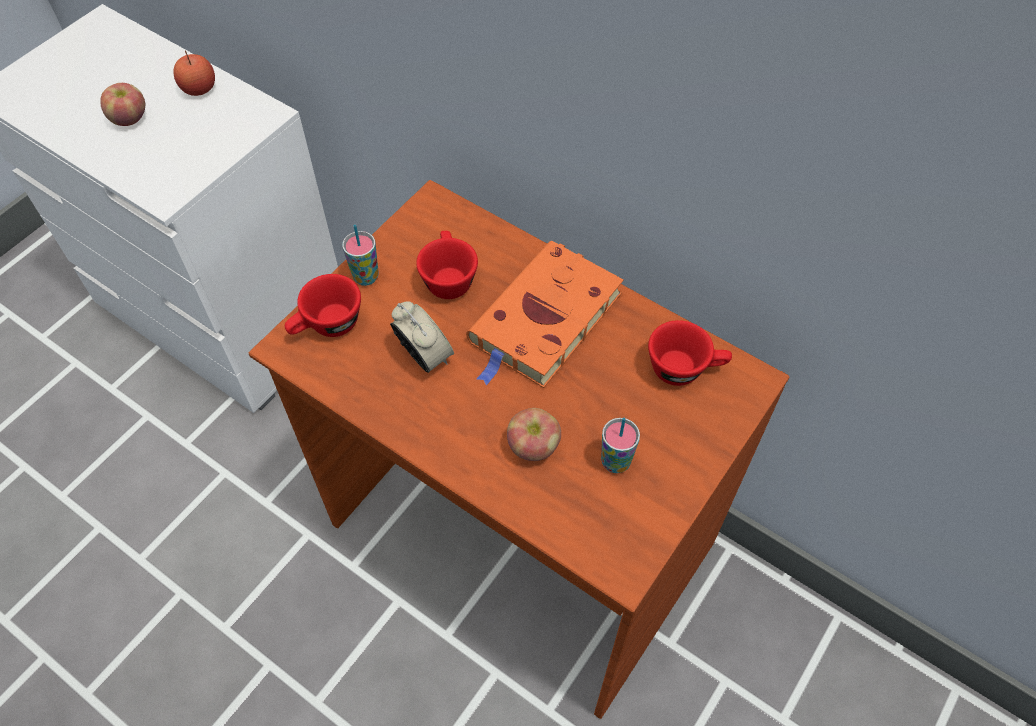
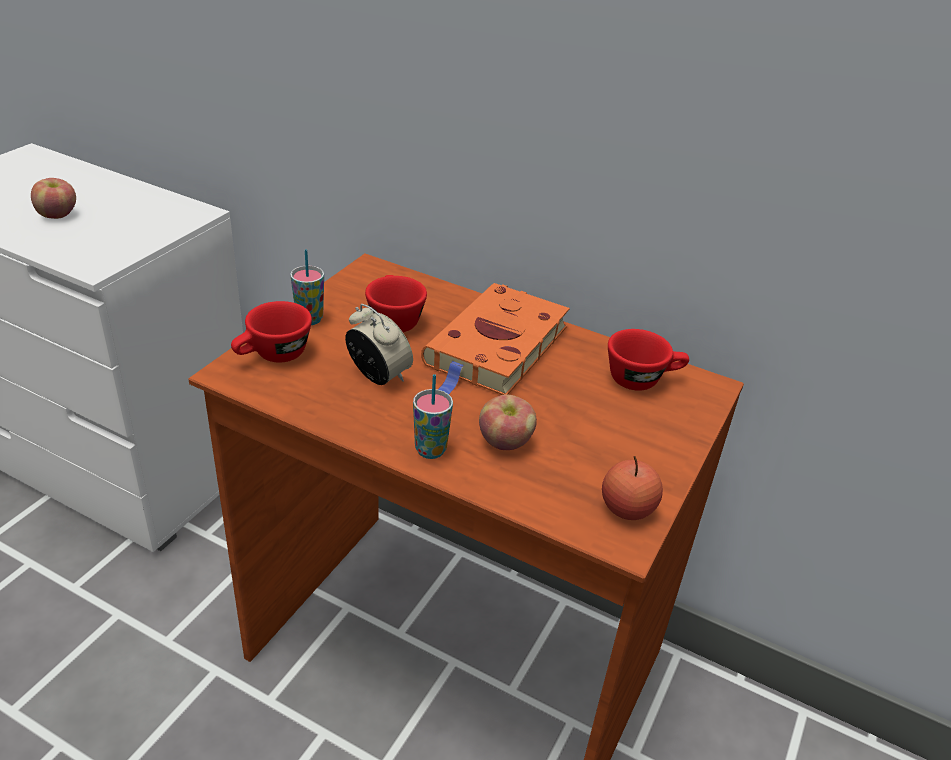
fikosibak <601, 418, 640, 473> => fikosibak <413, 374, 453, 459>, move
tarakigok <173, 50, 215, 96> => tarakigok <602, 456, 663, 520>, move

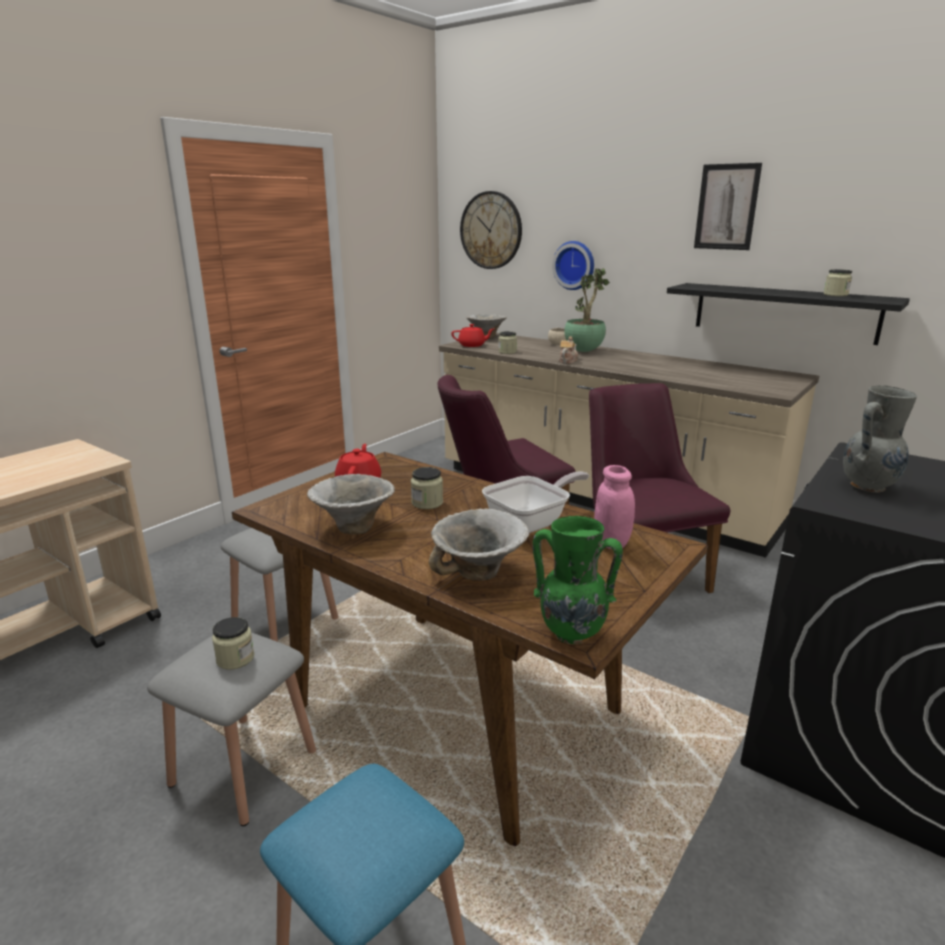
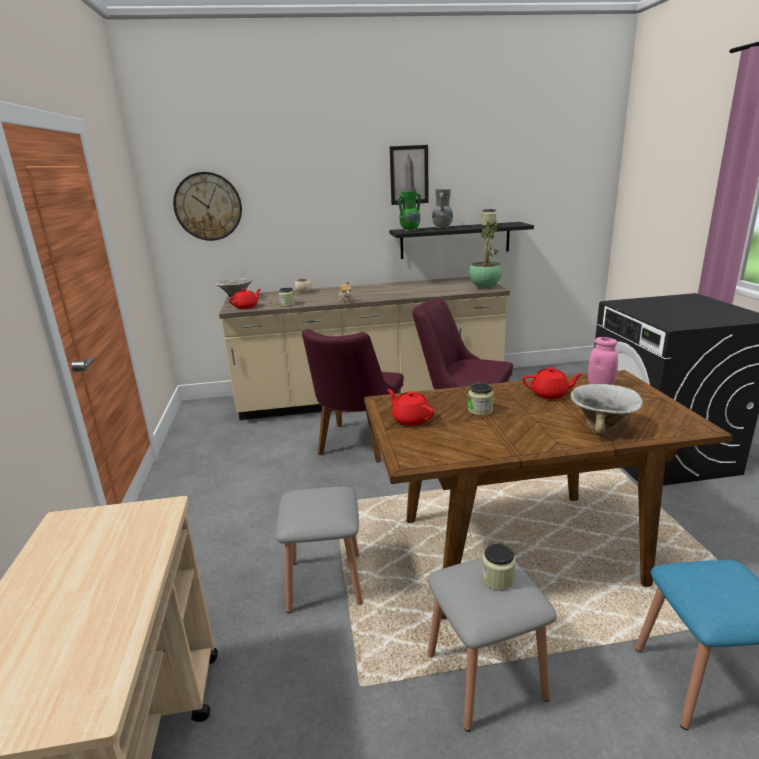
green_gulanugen <533, 516, 623, 644> => green_gulanugen <398, 191, 421, 231>, move
grey_gulanugen <843, 385, 917, 493> => grey_gulanugen <432, 189, 453, 229>, move
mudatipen <564, 268, 610, 352> => mudatipen <469, 220, 502, 288>, move
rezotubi <482, 472, 589, 533> => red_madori <522, 367, 583, 399>
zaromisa <307, 474, 395, 534> => nothing
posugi <552, 241, 594, 290> => nothing

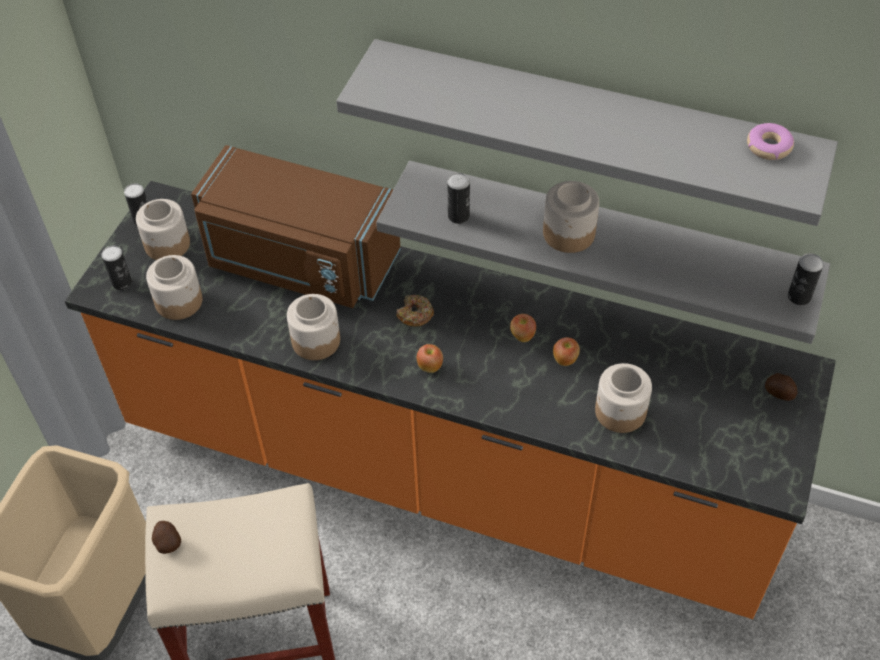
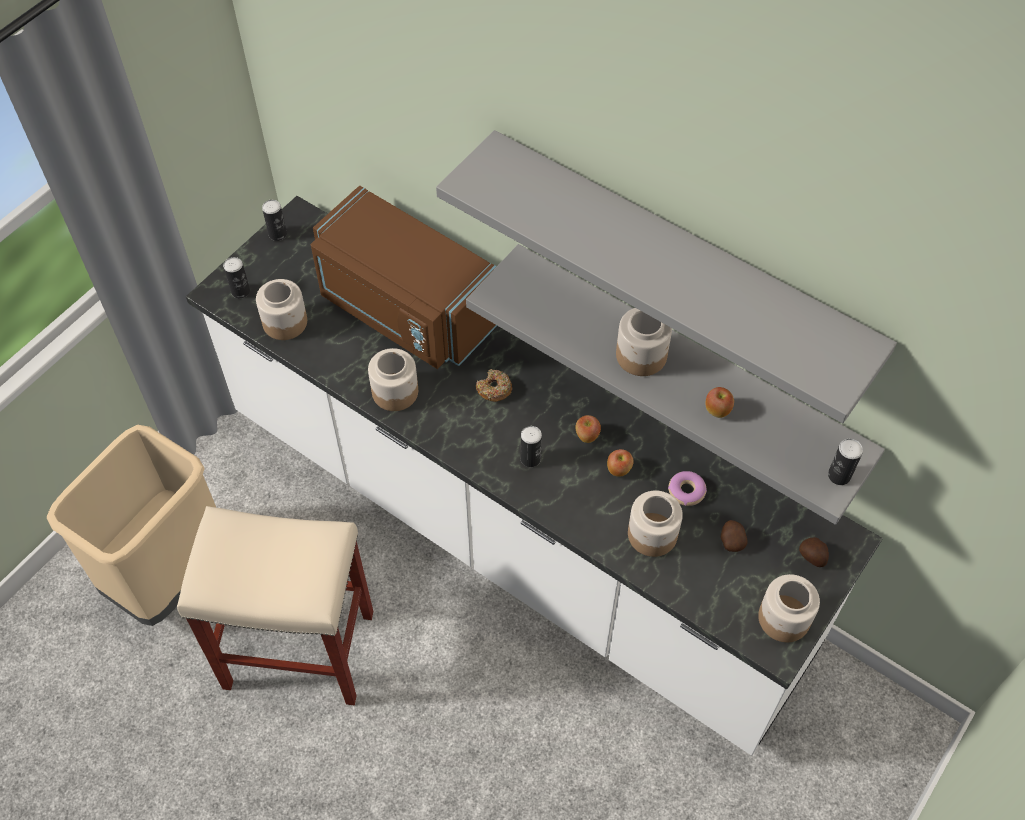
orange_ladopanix <65, 181, 836, 619> => white_ladopanix <186, 196, 882, 756>
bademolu <447, 173, 470, 224> => bademolu <521, 426, 542, 467>, move
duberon <747, 123, 794, 160> => duberon <668, 471, 707, 506>, move
tarakigok <417, 344, 443, 373> => tarakigok <706, 387, 734, 418>, move
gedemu <152, 521, 181, 554> => gedemu <721, 520, 748, 552>, move
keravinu <136, 199, 190, 260> => keravinu <758, 574, 820, 642>, move

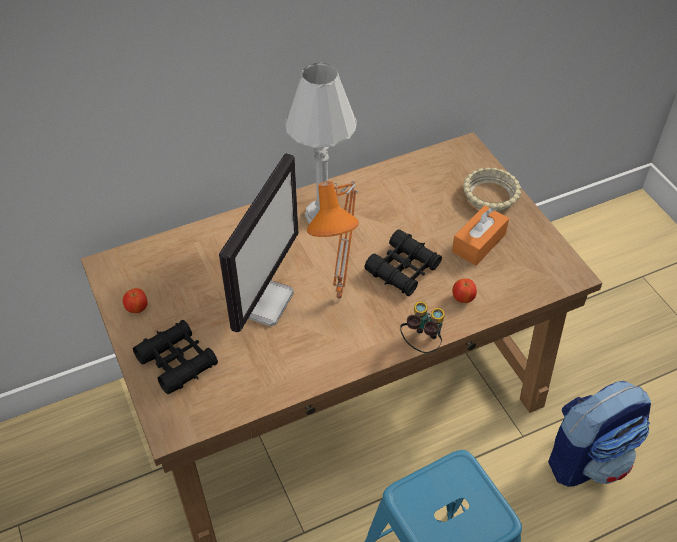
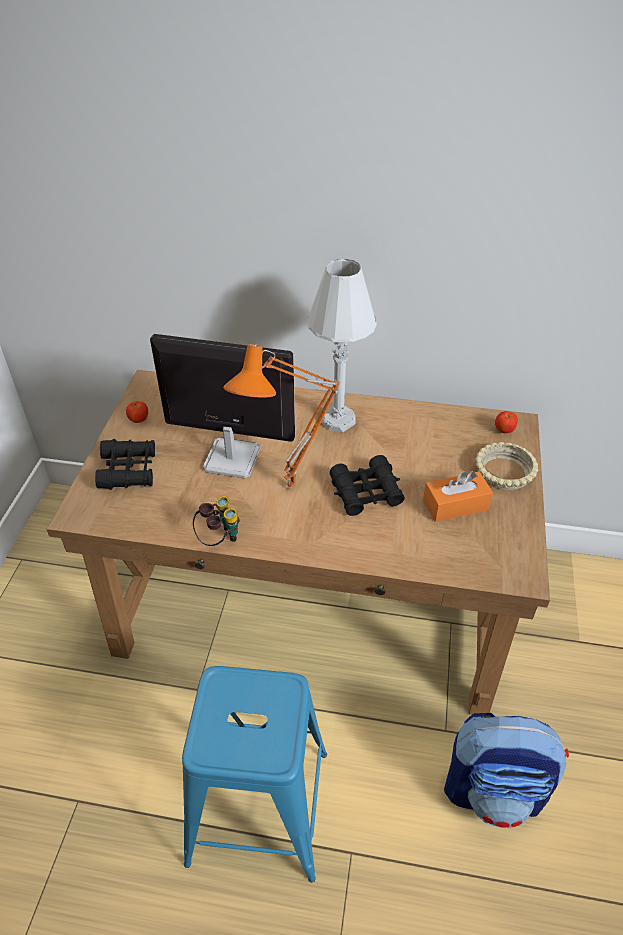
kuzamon <219, 153, 298, 332> => kuzamon <150, 334, 295, 478>, 135 degrees counterclockwise
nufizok <400, 301, 445, 353> => nufizok <193, 496, 240, 546>, move
tarakigok <452, 279, 477, 303> => tarakigok <495, 411, 518, 433>, move

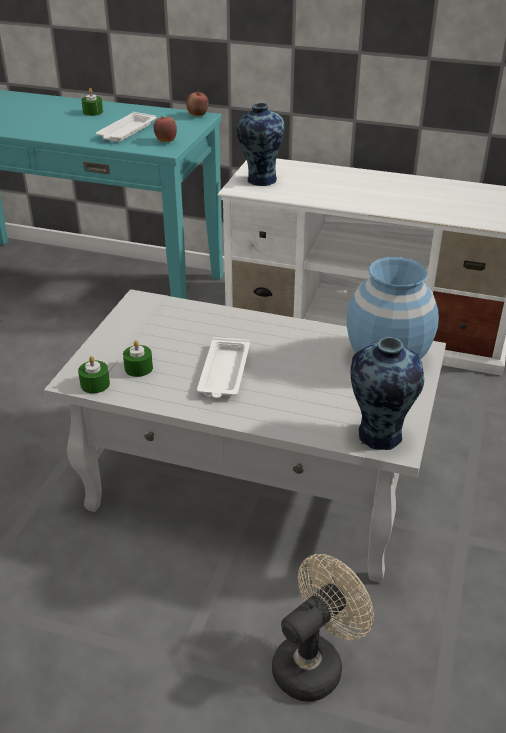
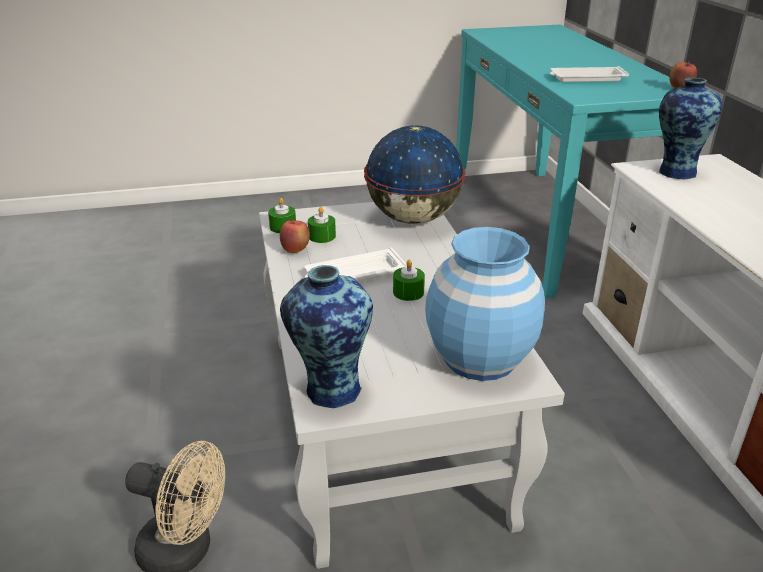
tarakigok <154, 116, 177, 142> => tarakigok <280, 219, 310, 253>, move
nothing => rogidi <364, 126, 466, 224>
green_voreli <81, 88, 103, 116> => green_voreli <393, 260, 425, 301>, move

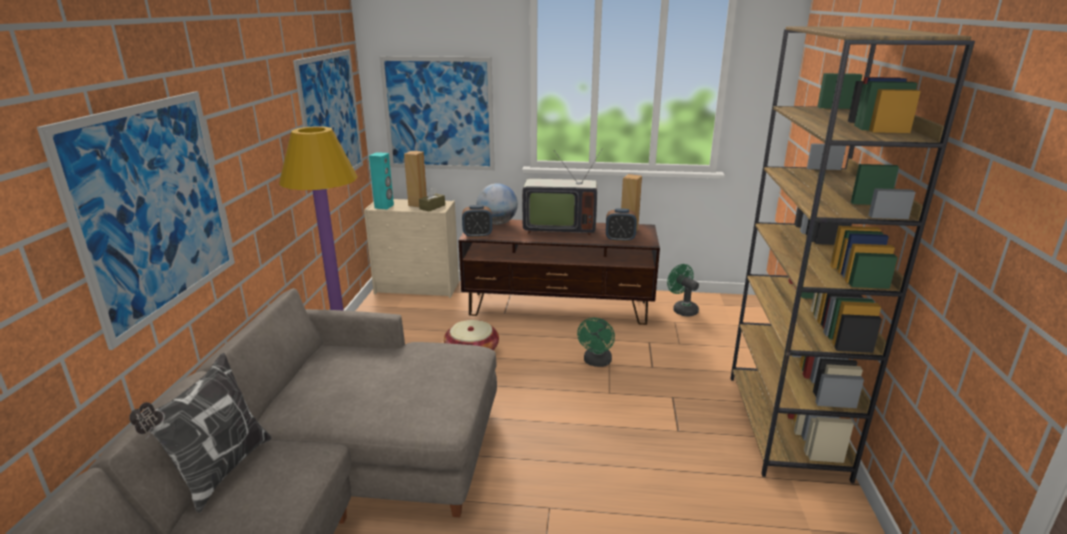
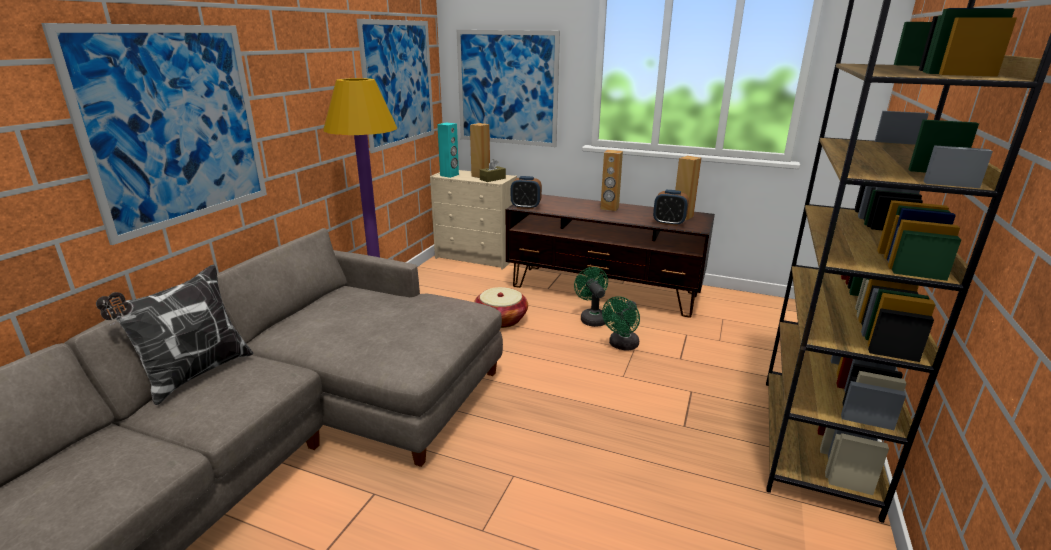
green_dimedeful <667, 264, 699, 316> => green_dimedeful <574, 267, 608, 327>, move
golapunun <522, 148, 603, 236> => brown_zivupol <600, 150, 623, 211>
rogidi <477, 183, 518, 225> => nothing

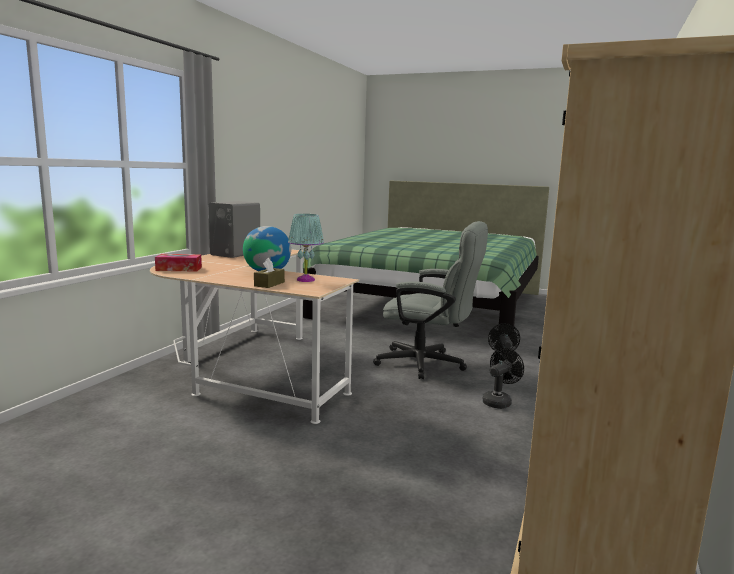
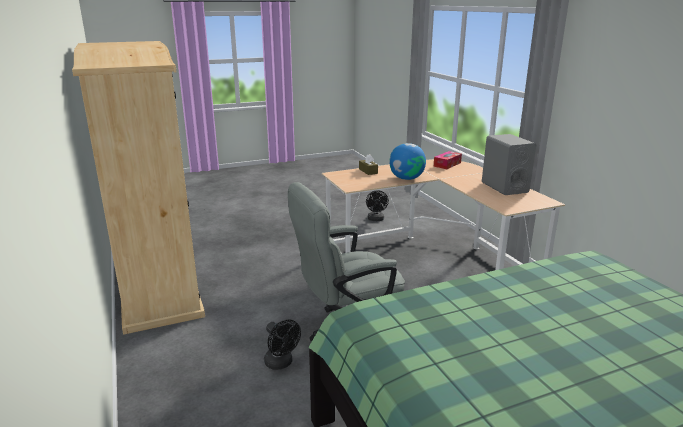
black_dimedeful <482, 348, 524, 409> => black_dimedeful <366, 190, 389, 221>, move
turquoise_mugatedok <288, 214, 324, 282> => nothing

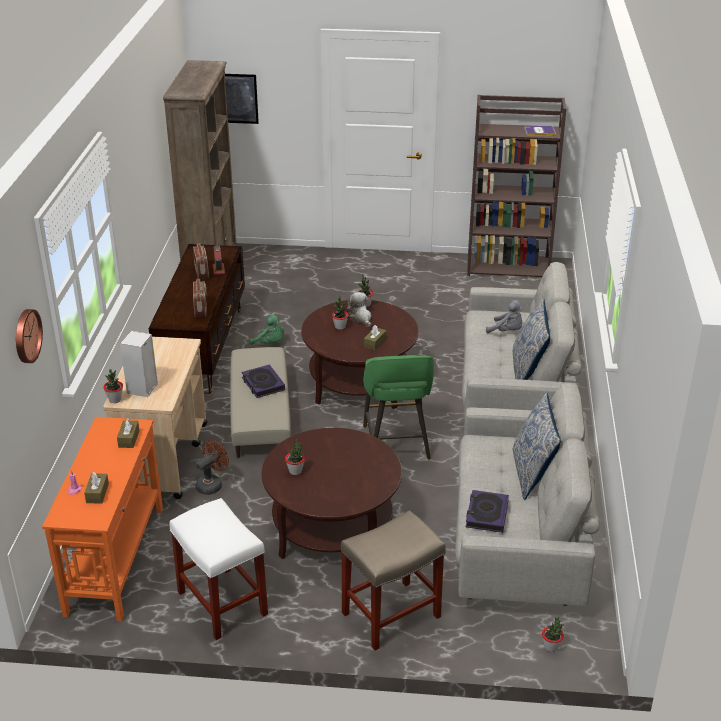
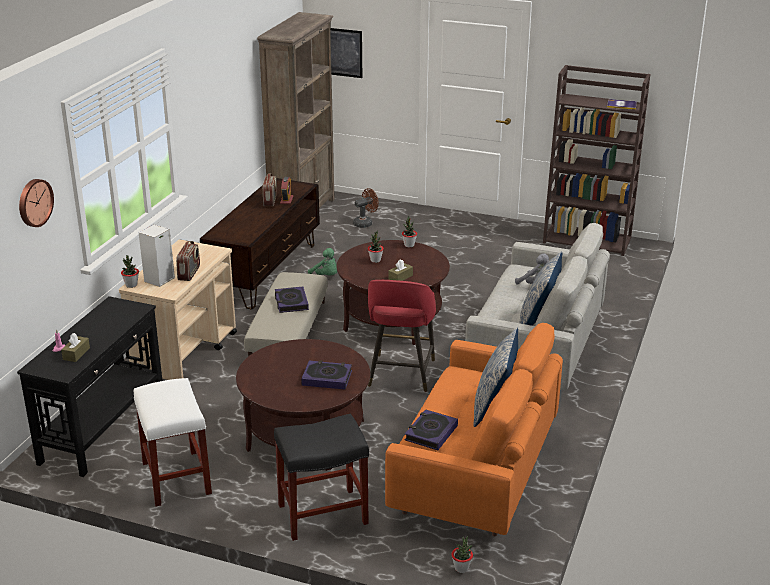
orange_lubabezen <42, 417, 163, 621> => black_lubabezen <17, 296, 163, 477>
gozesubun <193, 279, 207, 318> => gozesubun <176, 241, 200, 281>, move
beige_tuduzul <341, 510, 446, 651> => black_tuduzul <274, 414, 369, 541>
nothing => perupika <301, 360, 352, 390>
brown_dimedeful <196, 440, 229, 495> => brown_dimedeful <353, 188, 379, 228>, move
green_tuduzul <363, 355, 434, 460> => red_tuduzul <368, 280, 436, 392>
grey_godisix <455, 382, 600, 606> => orange_godisix <385, 323, 563, 536>
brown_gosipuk <117, 418, 139, 448> => nothing
mudatipen <285, 440, 305, 475> => nothing
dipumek <347, 292, 371, 327> => nothing

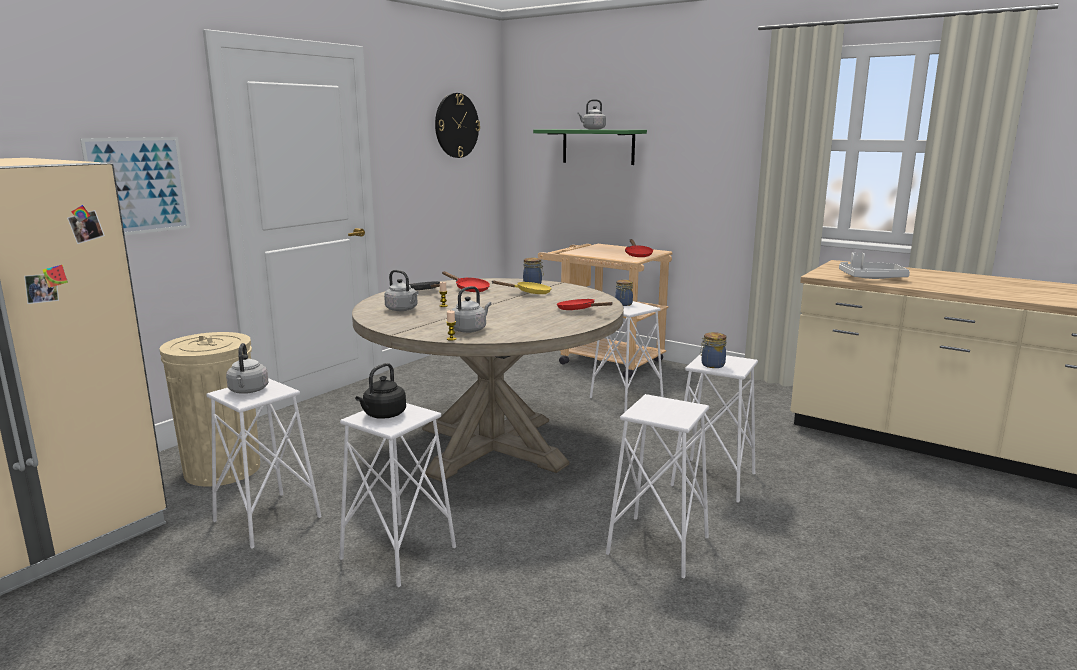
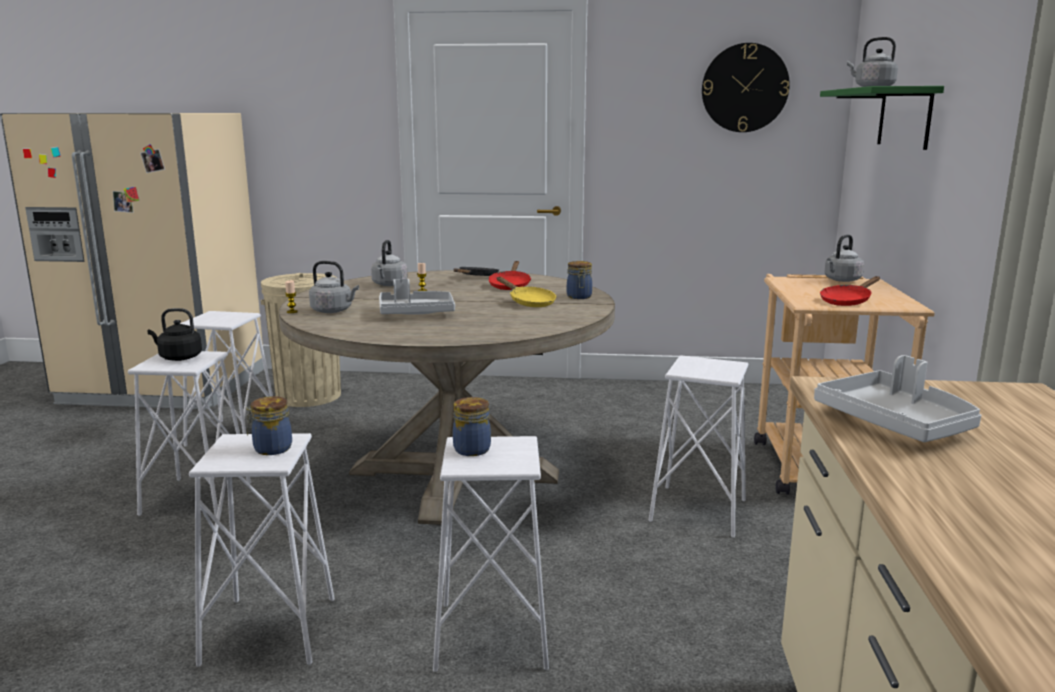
keravinu <615, 280, 633, 306> => keravinu <246, 396, 292, 455>, move
nothing => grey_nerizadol <379, 279, 455, 315>
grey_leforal <226, 343, 268, 394> => grey_leforal <824, 235, 864, 282>, move
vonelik <80, 137, 190, 235> => nothing
red_rezotubi <557, 299, 612, 310> => nothing

